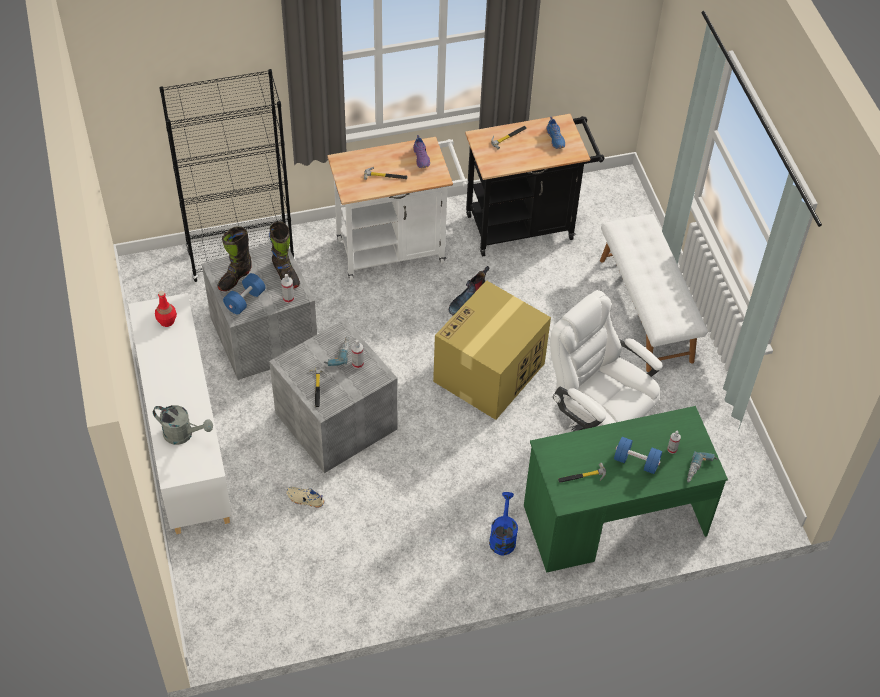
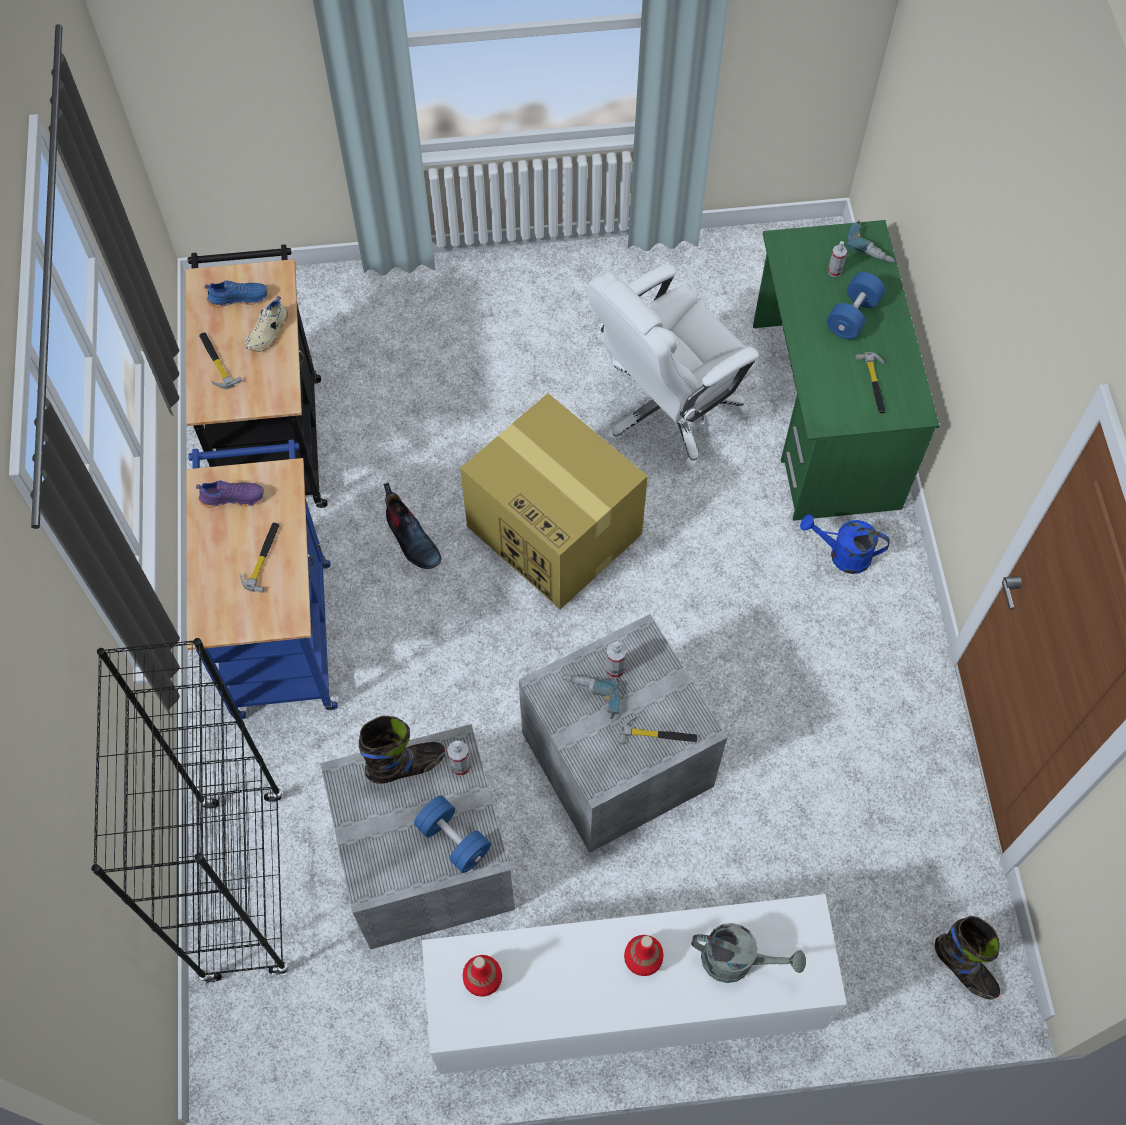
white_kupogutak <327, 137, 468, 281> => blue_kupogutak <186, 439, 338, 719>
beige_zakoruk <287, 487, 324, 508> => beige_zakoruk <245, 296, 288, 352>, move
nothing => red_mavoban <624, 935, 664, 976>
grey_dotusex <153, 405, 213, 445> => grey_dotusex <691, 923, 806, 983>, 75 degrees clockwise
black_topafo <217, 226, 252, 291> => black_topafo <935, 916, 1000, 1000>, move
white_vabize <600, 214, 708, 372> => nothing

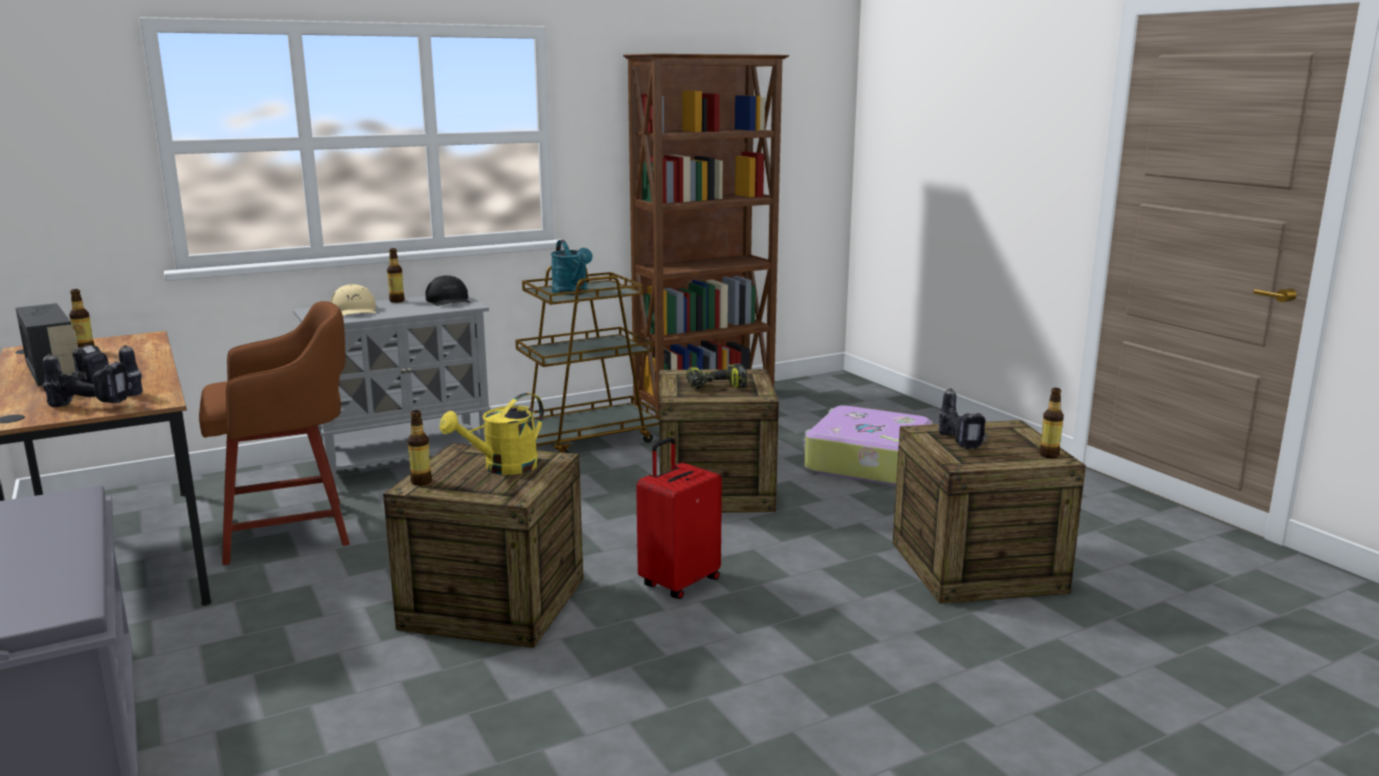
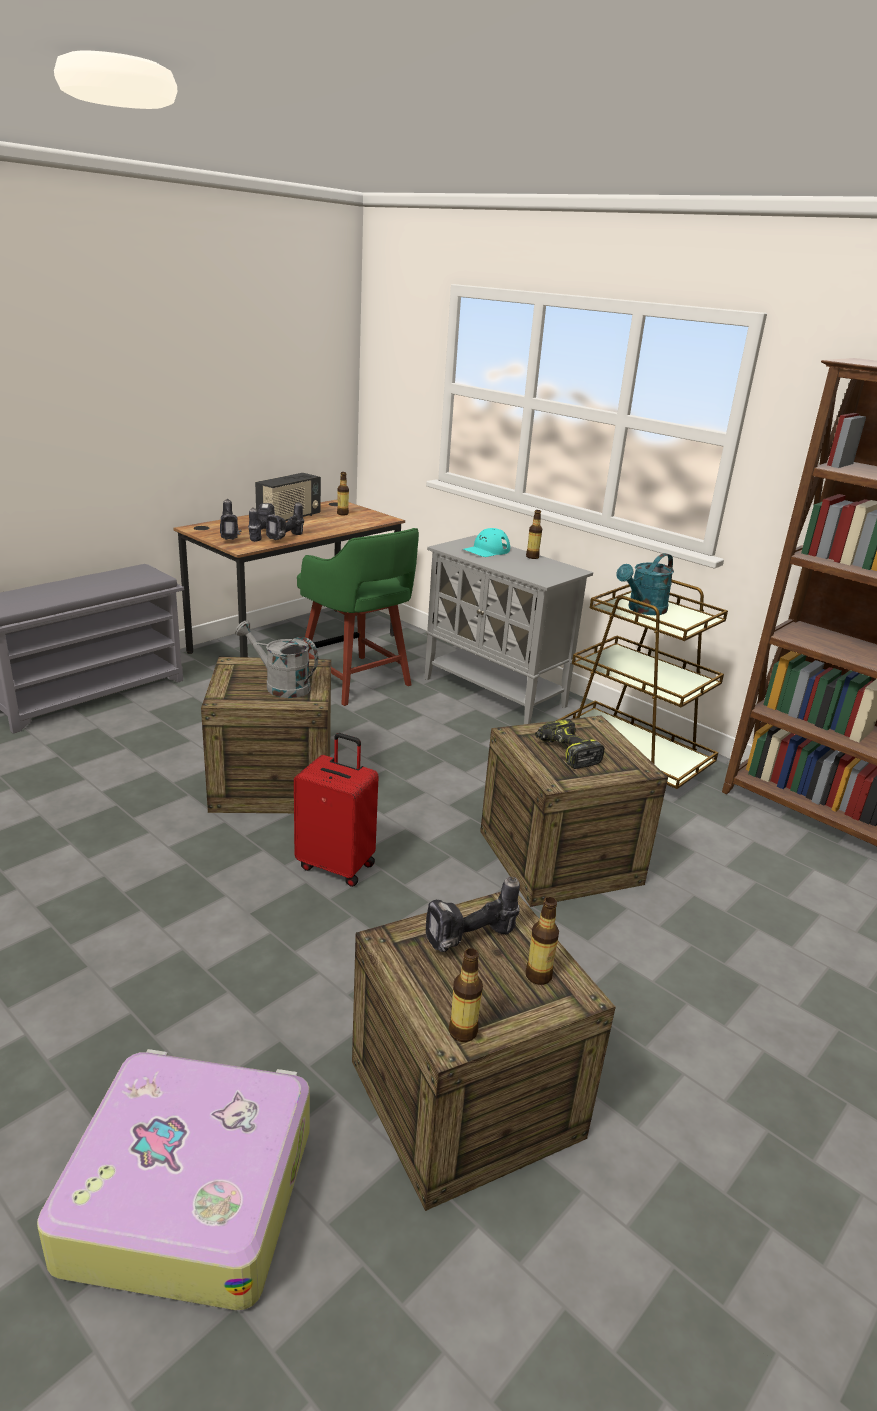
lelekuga <803, 405, 932, 486> => lelekuga <37, 1049, 310, 1310>, move
yellow_dotusex <439, 393, 544, 475> => grey_dotusex <235, 620, 318, 698>
nothing => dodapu <266, 502, 304, 540>
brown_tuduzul <199, 301, 350, 565> => green_tuduzul <297, 528, 419, 706>
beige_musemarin <330, 284, 376, 316> => turquoise_musemarin <464, 528, 510, 557>
mavoban <407, 410, 432, 486> => mavoban <526, 897, 559, 985>, move
black_musemarin <425, 275, 471, 306> => nothing

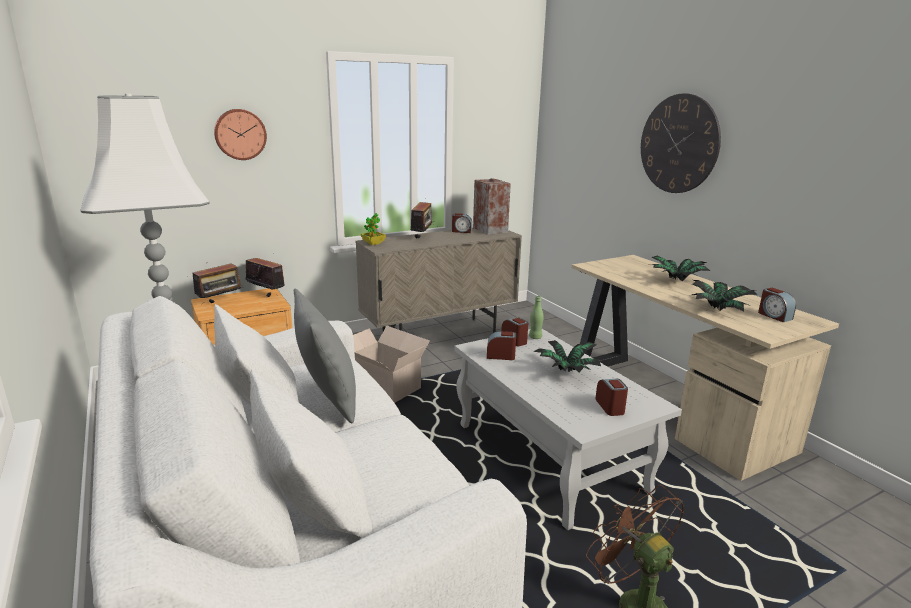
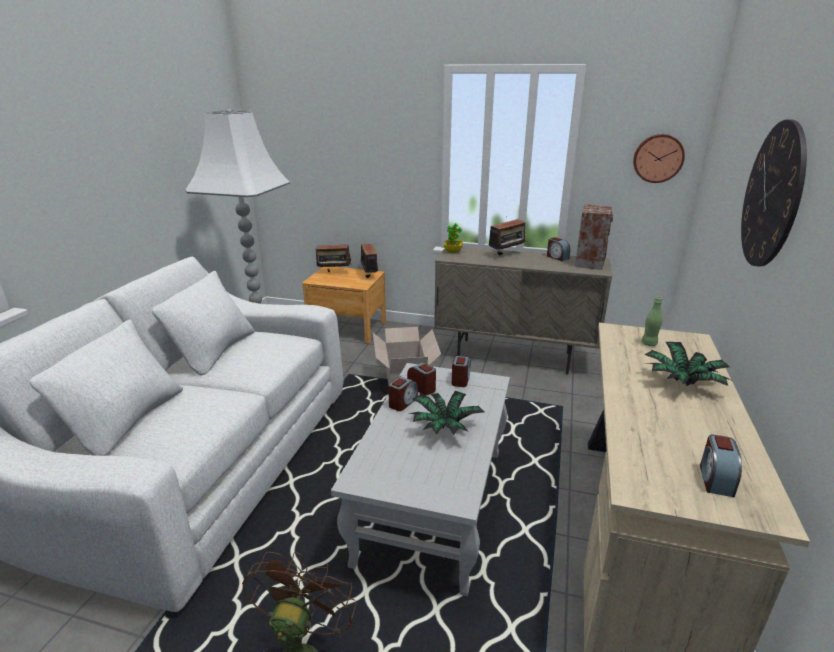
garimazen <595, 379, 628, 416> => garimazen <388, 376, 418, 411>, move
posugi <214, 109, 267, 160> => posugi <633, 134, 685, 183>, move
green_mavoban <529, 296, 544, 339> => green_mavoban <642, 297, 662, 346>, move
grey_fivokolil <294, 289, 356, 424> => nothing
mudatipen <692, 280, 757, 312> => nothing

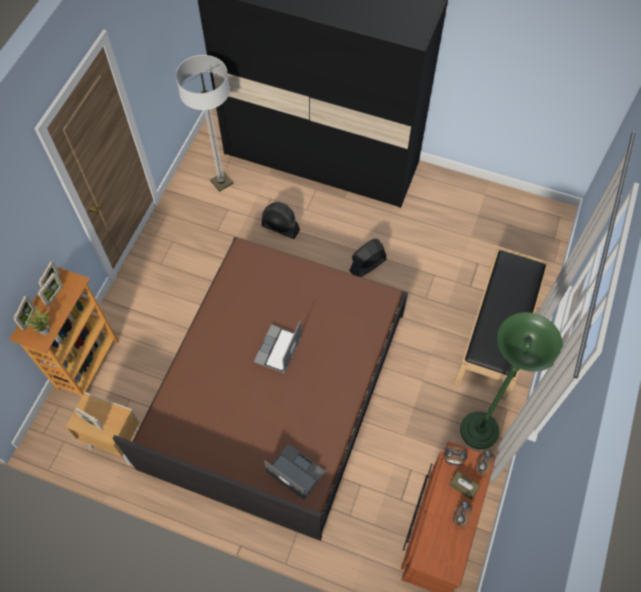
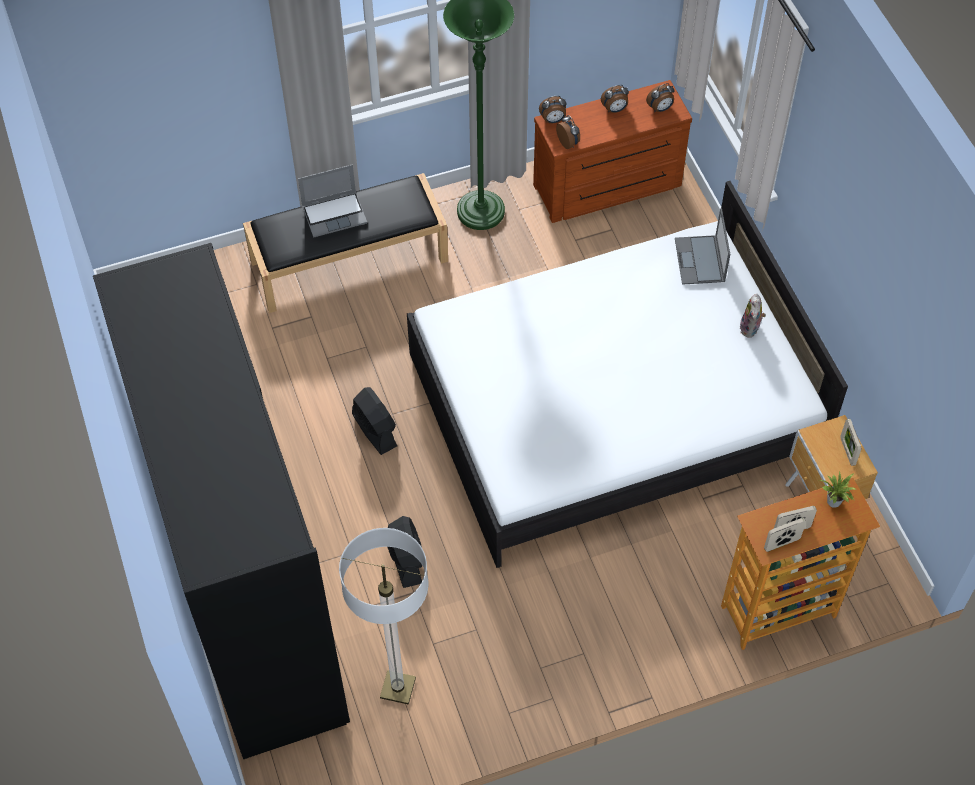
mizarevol <254, 321, 302, 374> => mizarevol <298, 164, 367, 237>, move
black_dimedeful <349, 238, 387, 277> => black_dimedeful <352, 387, 397, 455>, 135 degrees counterclockwise
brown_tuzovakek <112, 237, 408, 541> => white_tuzovakek <407, 181, 848, 568>
nothing => garimazen <646, 83, 675, 112>
nothing => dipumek <739, 294, 766, 338>
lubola <13, 295, 35, 331> => nothing
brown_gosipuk <449, 471, 480, 500> => nothing

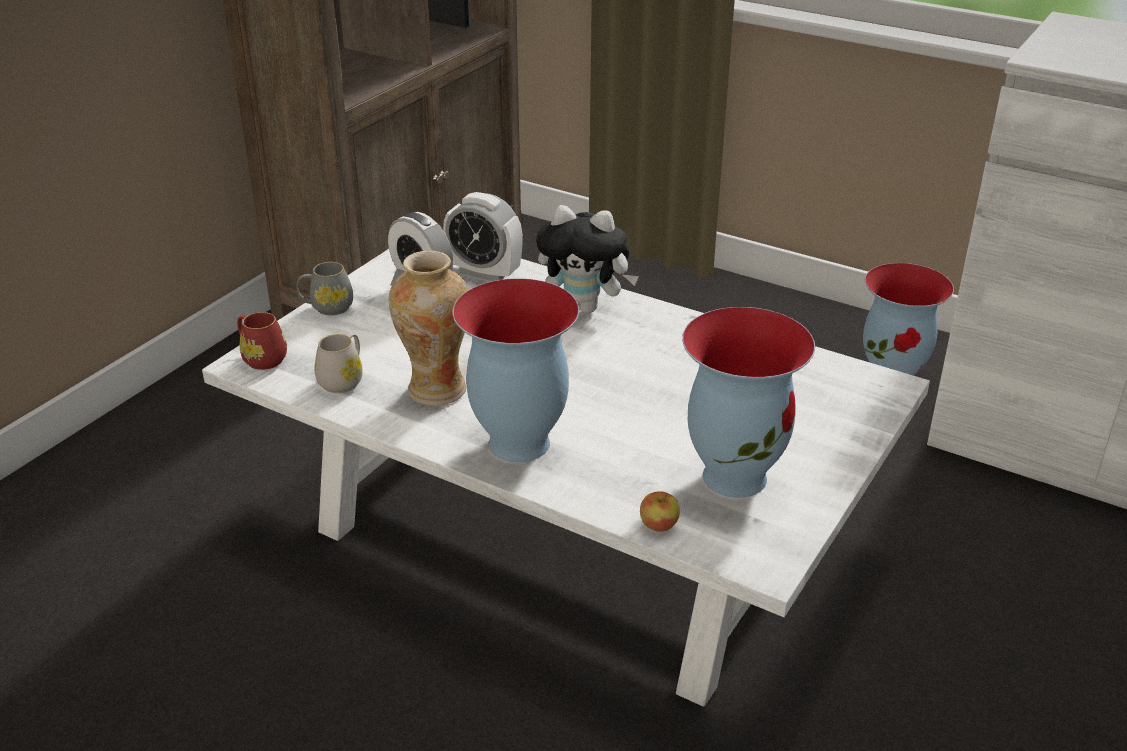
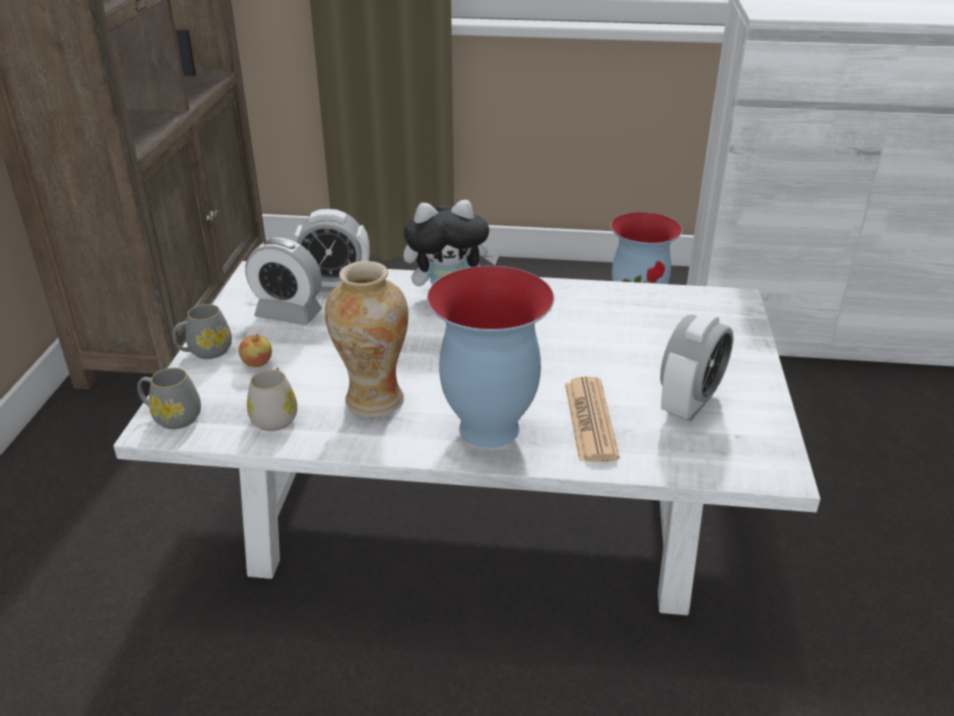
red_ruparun <237, 312, 287, 370> => grey_ruparun <137, 368, 201, 429>
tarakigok <640, 491, 680, 532> => tarakigok <239, 333, 272, 367>, move
nothing => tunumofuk <565, 376, 620, 461>
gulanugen <682, 307, 815, 498> => garimazen <660, 312, 733, 421>

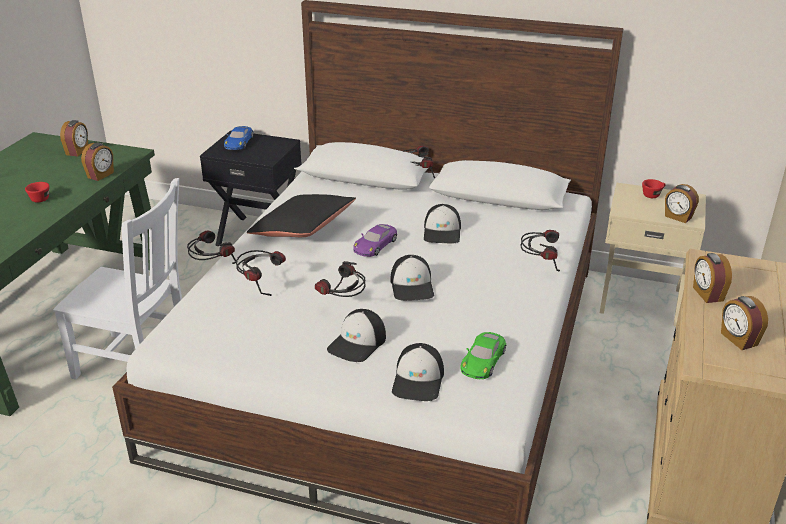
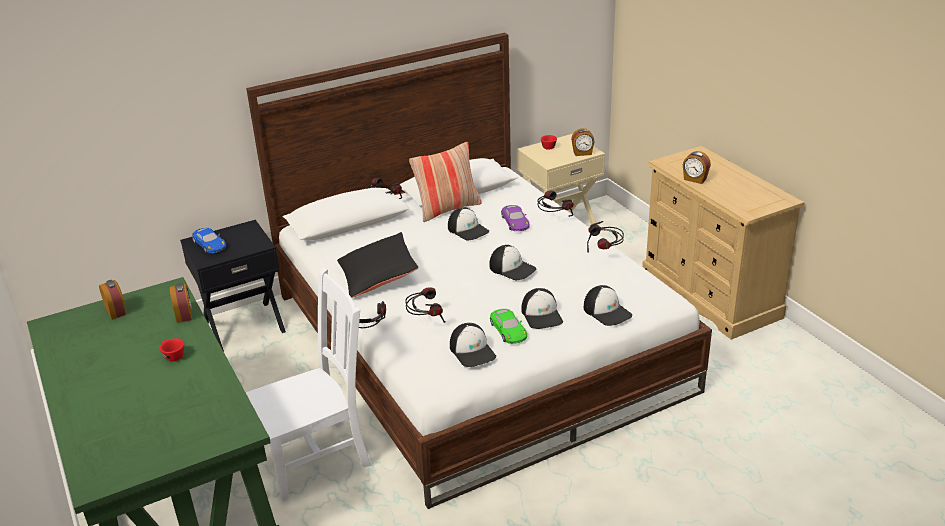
nothing => fivokolil <409, 142, 482, 222>
nothing => musemarin <450, 323, 496, 367>
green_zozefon <461, 332, 506, 379> => green_zozefon <490, 309, 527, 344>, move
purple_zozefon <353, 224, 397, 257> => purple_zozefon <501, 205, 530, 231>, move
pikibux <315, 261, 366, 297> => pikibux <587, 221, 624, 253>, move
garimazen <721, 296, 768, 350> => nothing

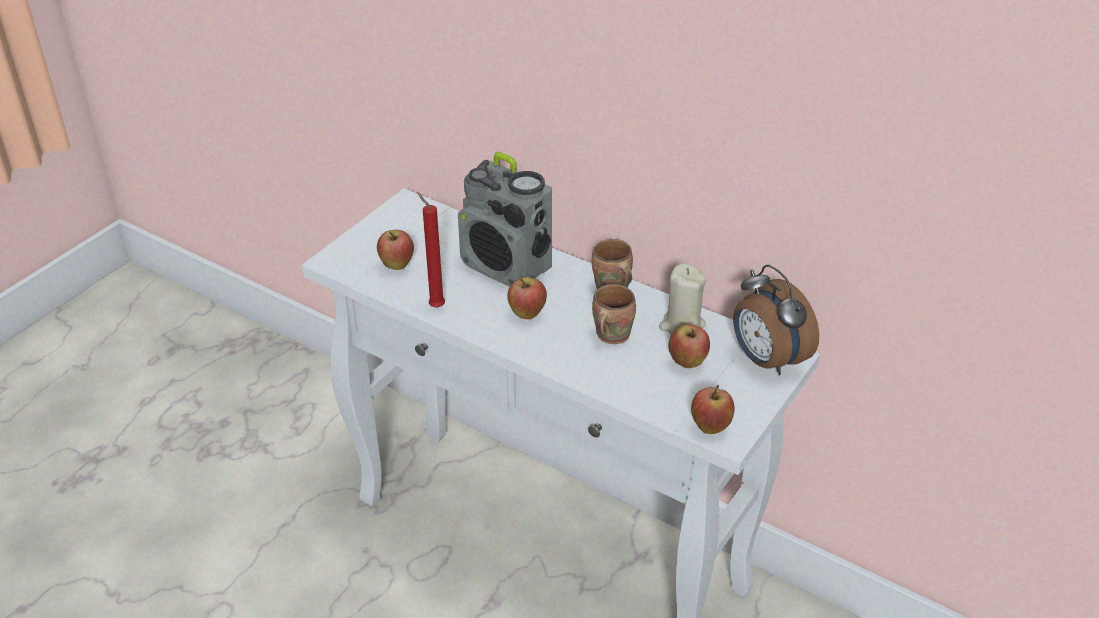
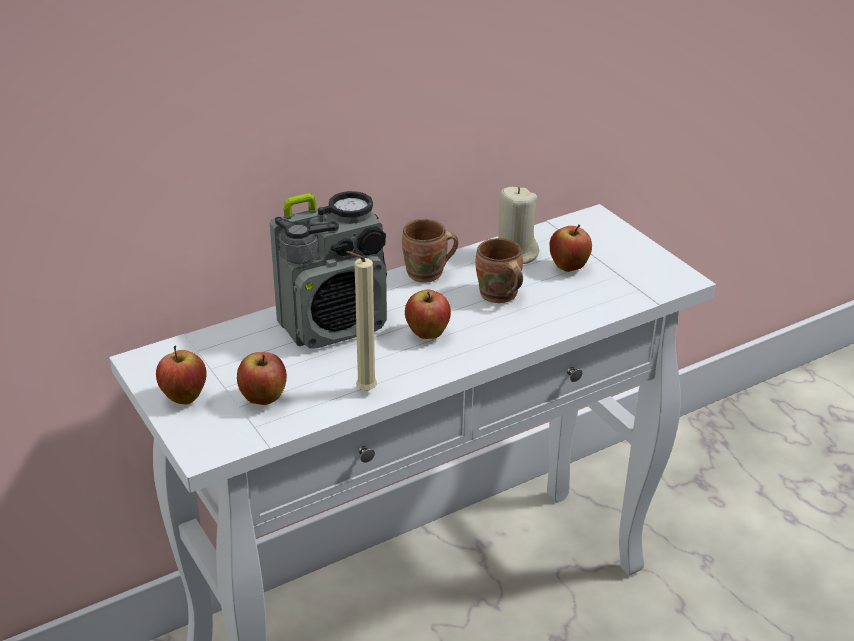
tarakigok <691, 385, 735, 434> => tarakigok <156, 346, 207, 404>, move
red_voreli <417, 192, 445, 308> => beige_voreli <346, 251, 377, 391>
garimazen <733, 264, 819, 375> => nothing

